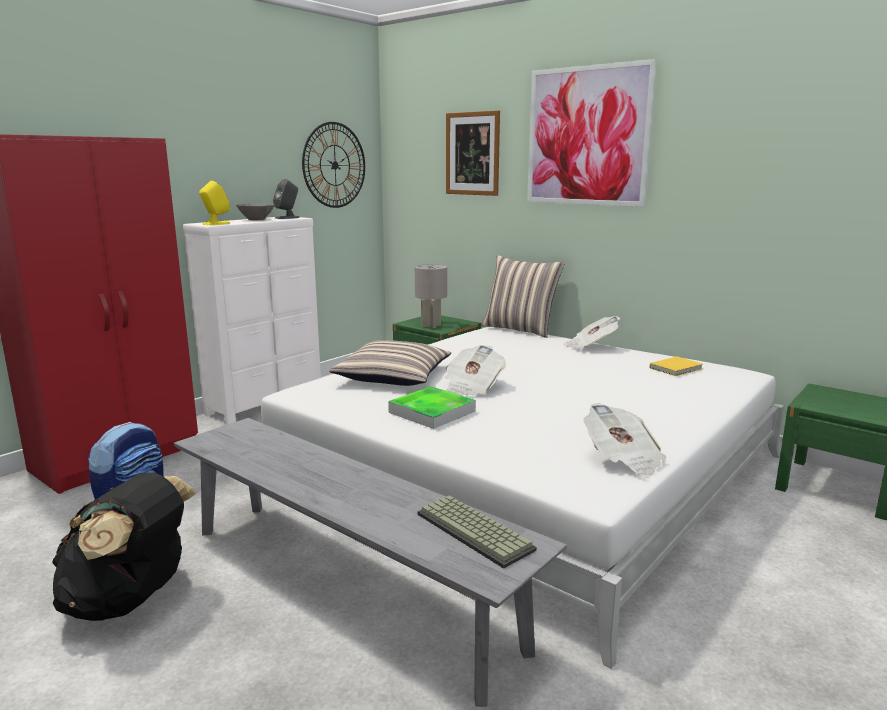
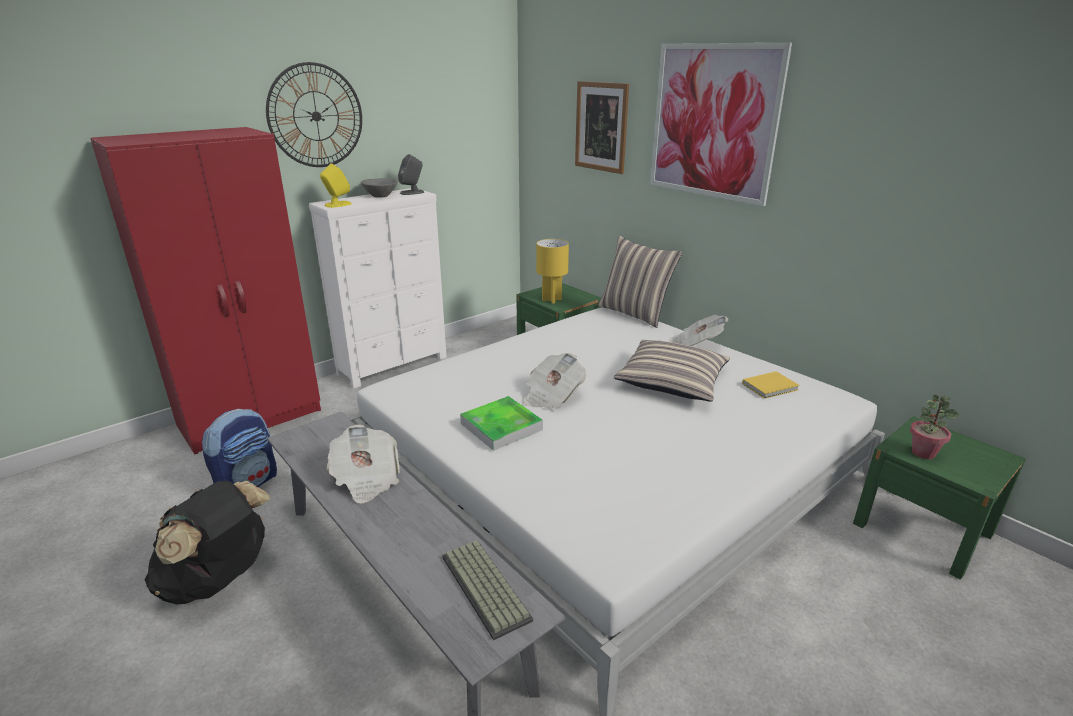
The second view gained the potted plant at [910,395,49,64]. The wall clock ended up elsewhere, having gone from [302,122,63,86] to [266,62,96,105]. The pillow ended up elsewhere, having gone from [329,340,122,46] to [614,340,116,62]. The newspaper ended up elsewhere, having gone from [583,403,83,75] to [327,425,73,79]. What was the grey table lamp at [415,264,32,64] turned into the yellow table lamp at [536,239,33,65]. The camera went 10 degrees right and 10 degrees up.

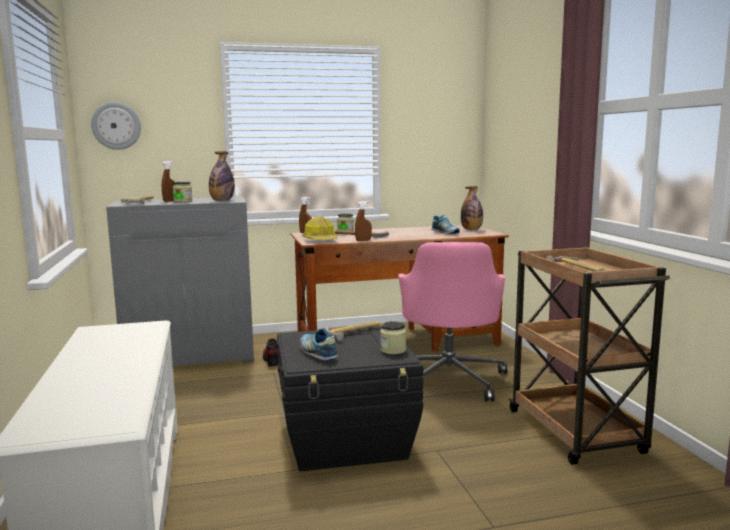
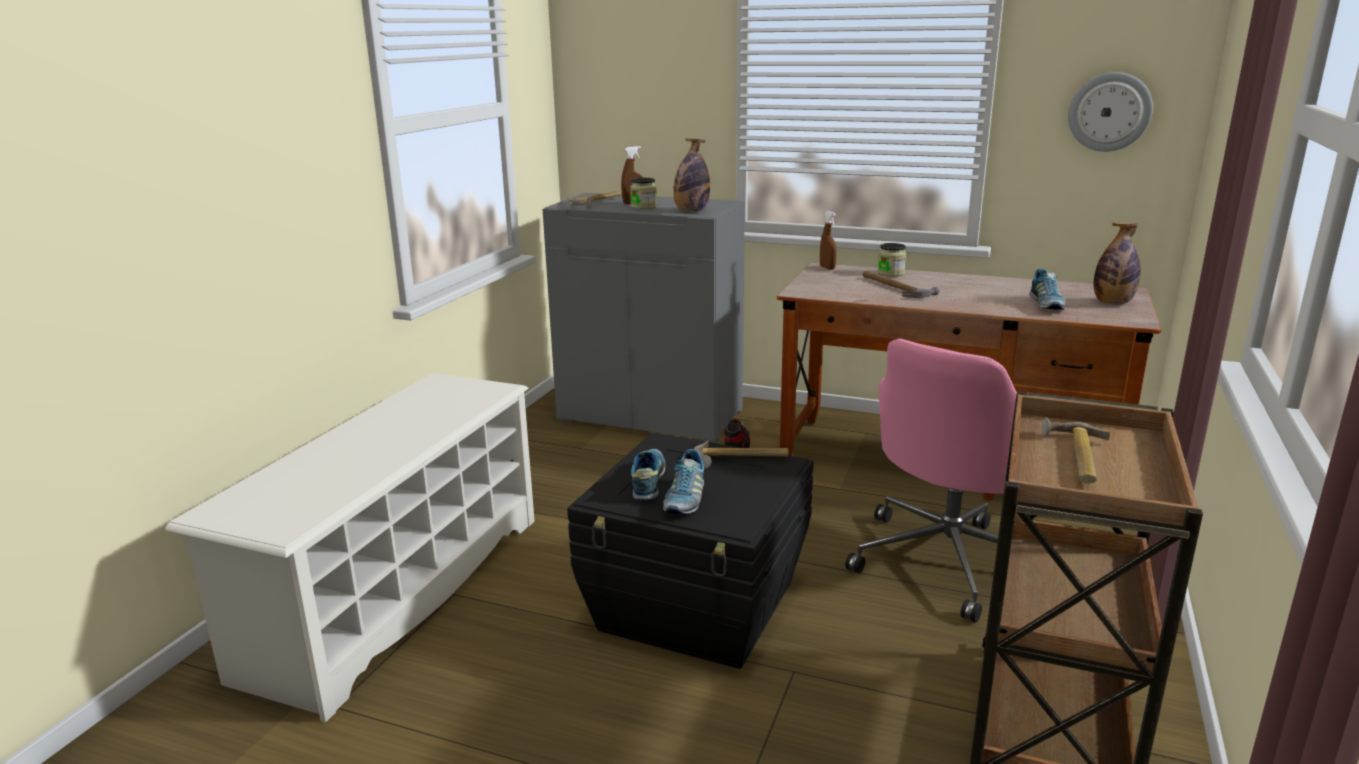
The second view lost the hard hat at [302,216,35,24]. The second view lost the brown spray bottle at [355,201,17,40]. The second view lost the jar at [380,321,26,34]. The second view gained the shoe at [663,449,41,65]. The wall clock ended up elsewhere, having gone from [91,102,50,48] to [1068,72,85,80]. The camera went 35 degrees right and 10 degrees up.

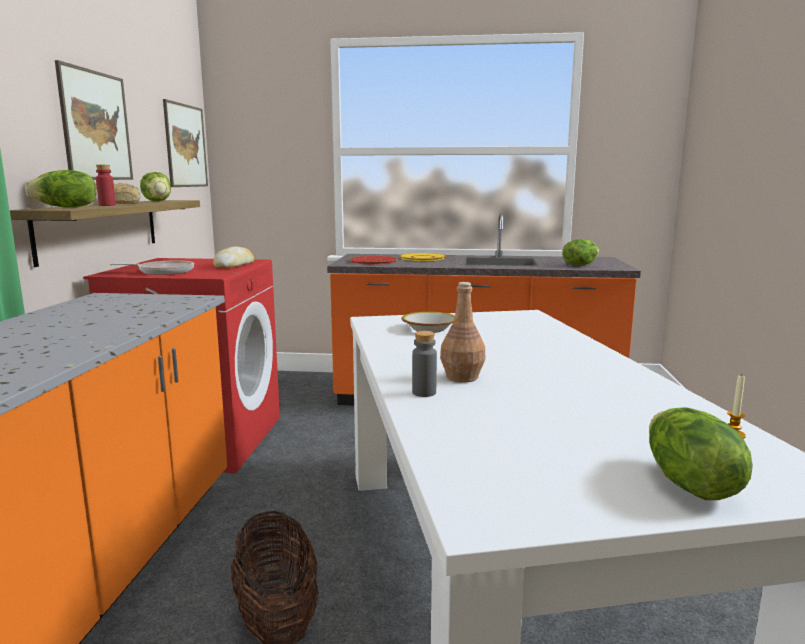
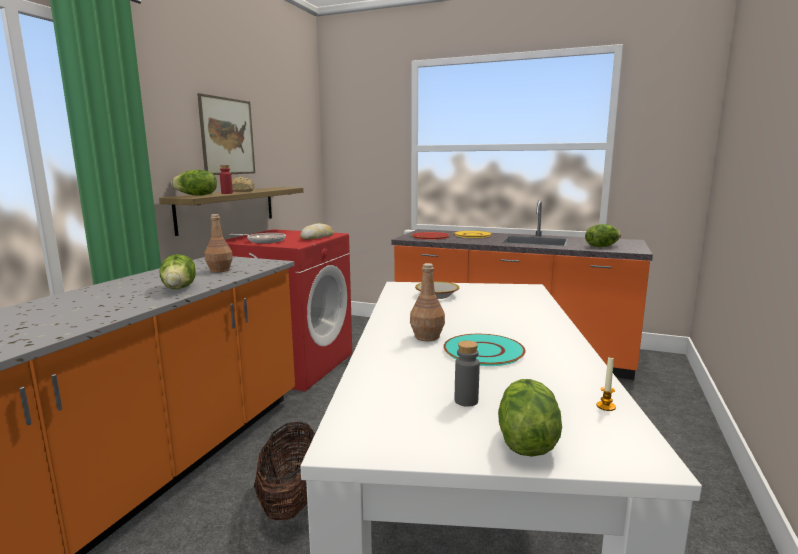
The second view lost the picture at [163,99,45,88]. The second view gained the brown bottle at [205,214,28,59]. The second view gained the turquoise plate at [443,334,83,32]. The lettuce ended up elsewhere, having gone from [140,172,31,30] to [159,254,36,35]. The grey bottle ended up elsewhere, having gone from [412,331,25,66] to [455,341,25,66]. The camera went 15 degrees right and 0 degrees up.

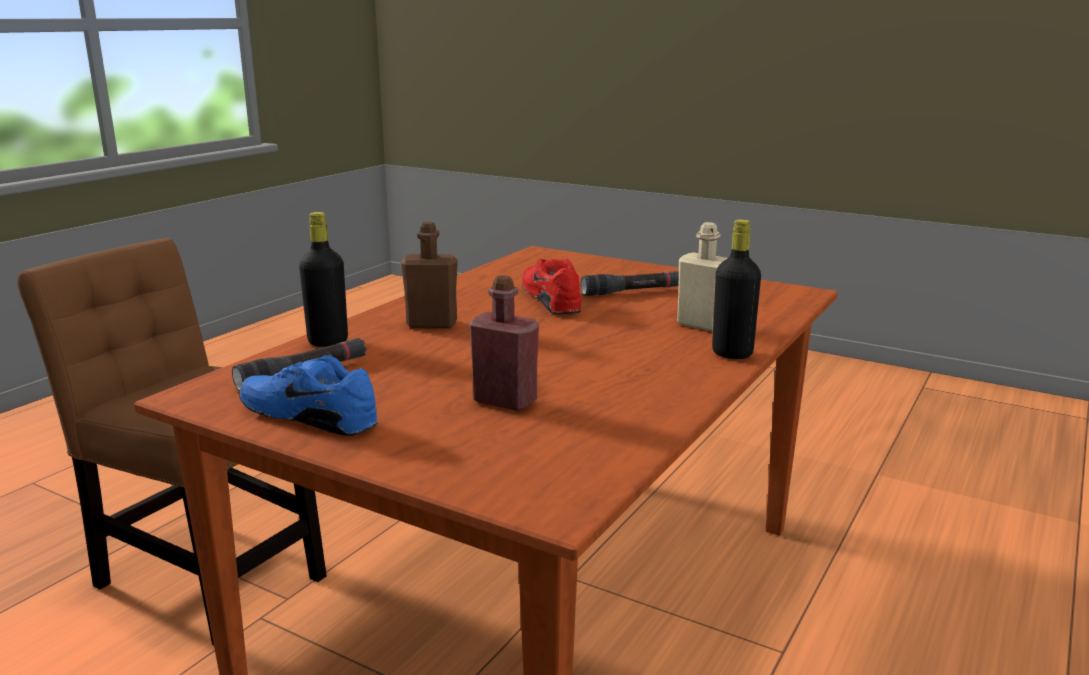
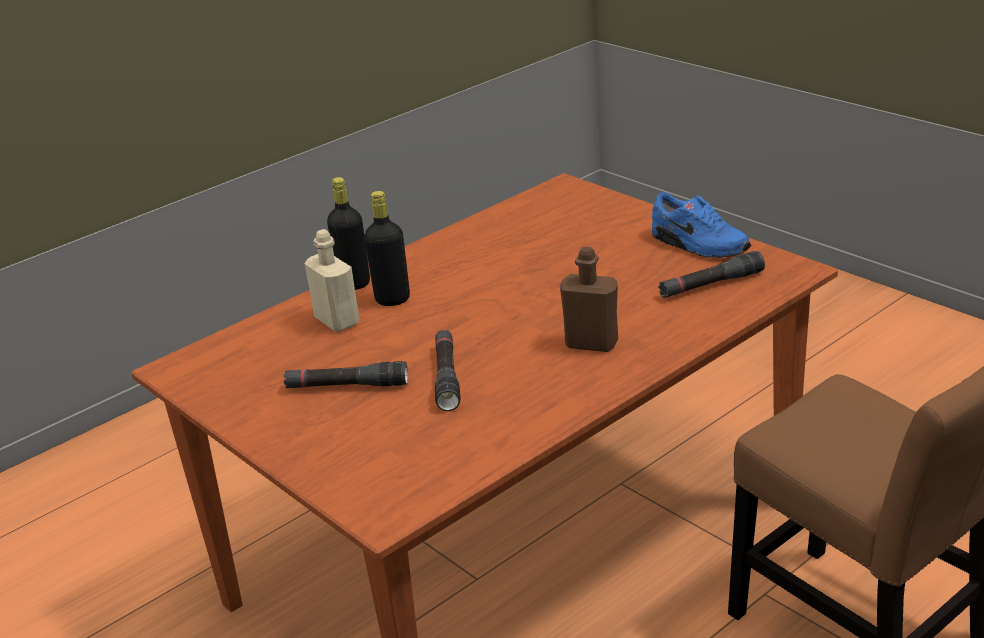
The second view lost the red bottle at [469,275,70,136]. The black bottle ended up elsewhere, having gone from [299,212,49,135] to [364,191,46,115]. Where the red shoe stood at [522,258,59,57], the black flashlight came to stand at [435,330,25,81]. The camera went 160 degrees left and 10 degrees up.

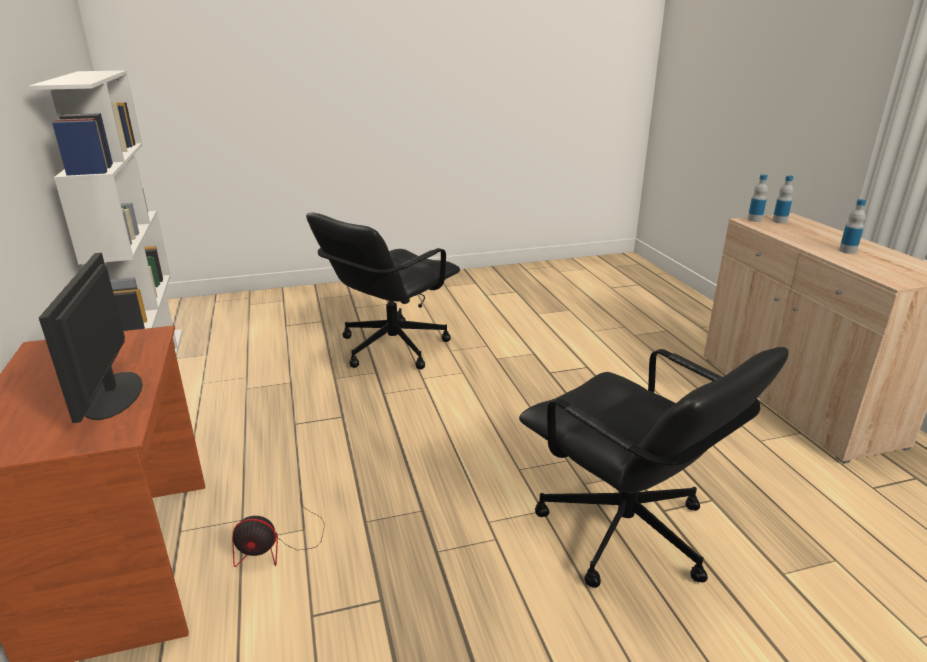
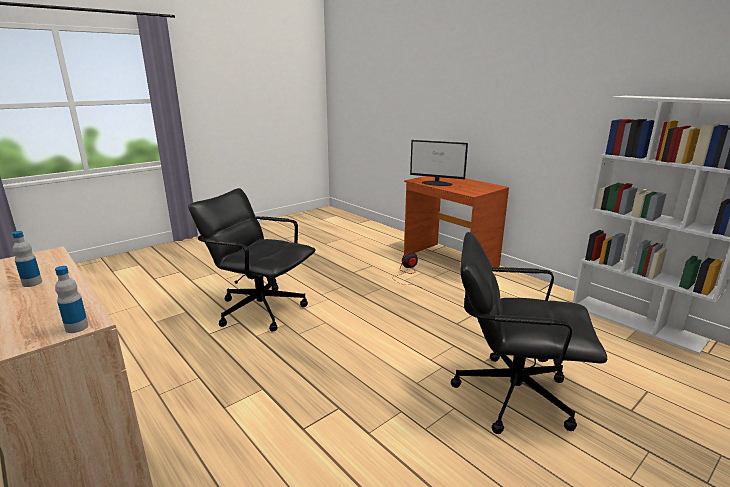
The second view lost the bottle at [772,176,22,47]. The monitor at [39,253,104,170] ended up facing another way, 150 degrees clockwise from before. The black office chair at [306,213,154,157] ended up facing another way, 90 degrees counterclockwise from before. The camera went 155 degrees right and 5 degrees down.

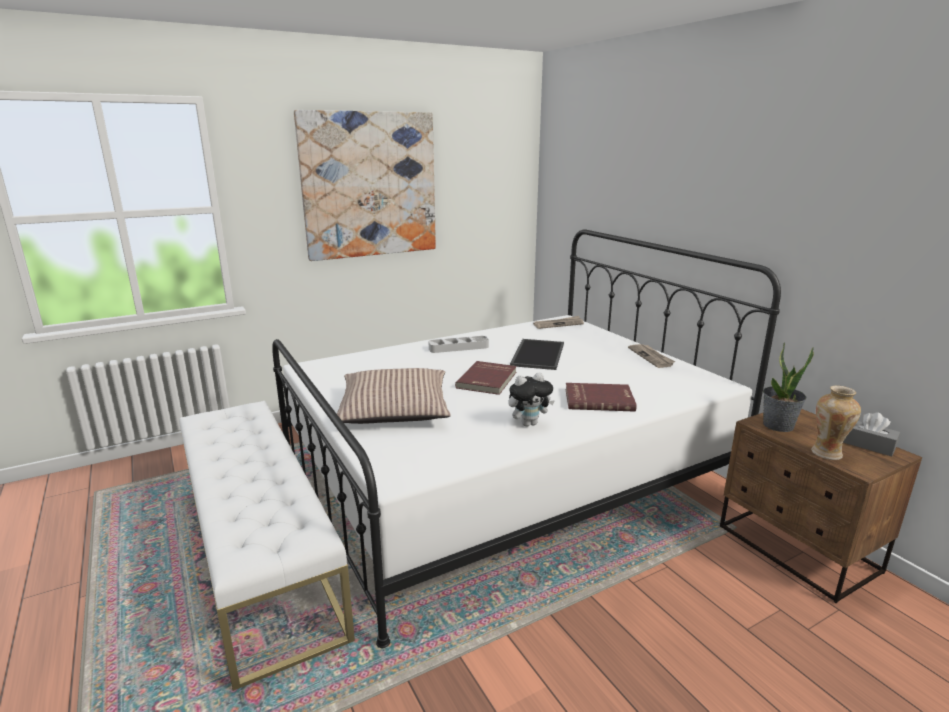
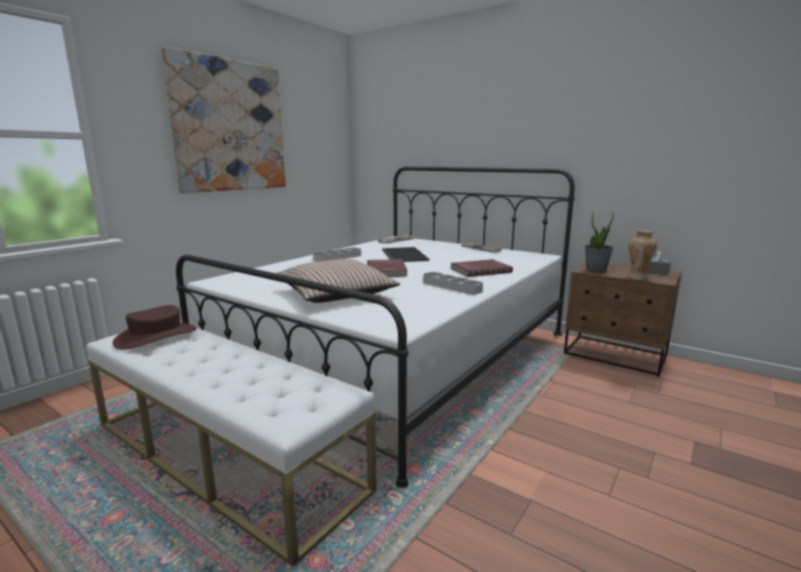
The second view gained the brown hat at [112,305,85,45]. Where the plush toy stood at [508,373,47,53], the grey tray came to stand at [423,272,60,23]. The camera went 25 degrees left and 5 degrees down.

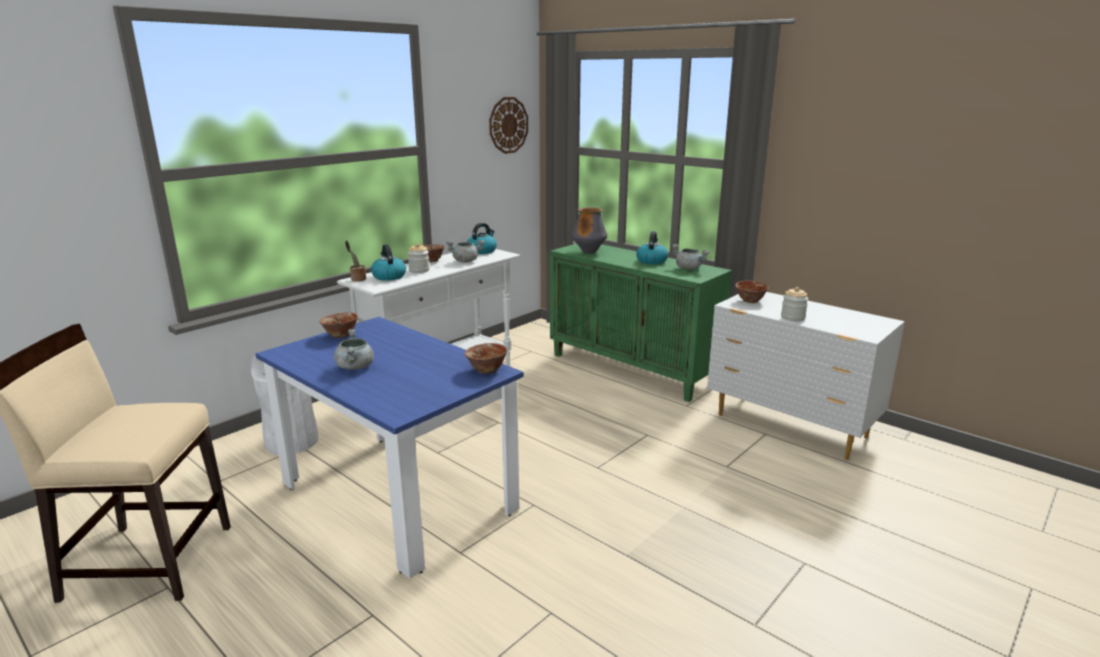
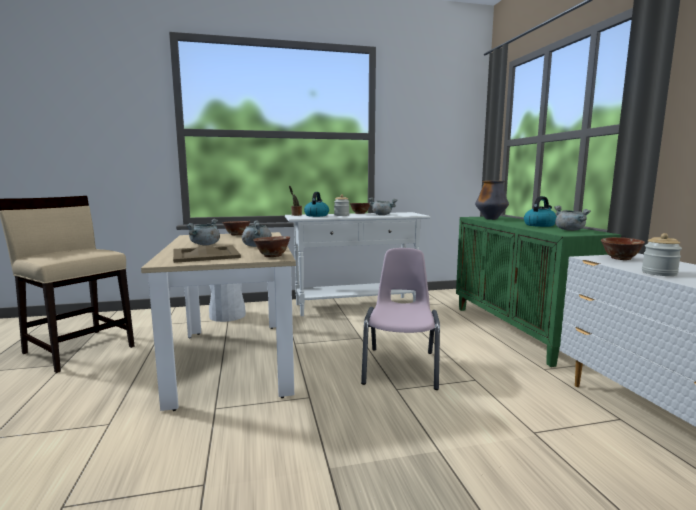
The second view lost the kettle at [467,223,30,31]. The second view lost the wall clock at [489,97,39,57]. The second view gained the beige tray at [173,245,68,18]. The second view gained the grey cooking pot at [242,220,30,27]. The second view gained the pink chair at [361,248,79,142]. What was the blue dining table at [256,317,268,262] turned into the beige dining table at [141,232,155,179]. The camera went 35 degrees right and 10 degrees down.

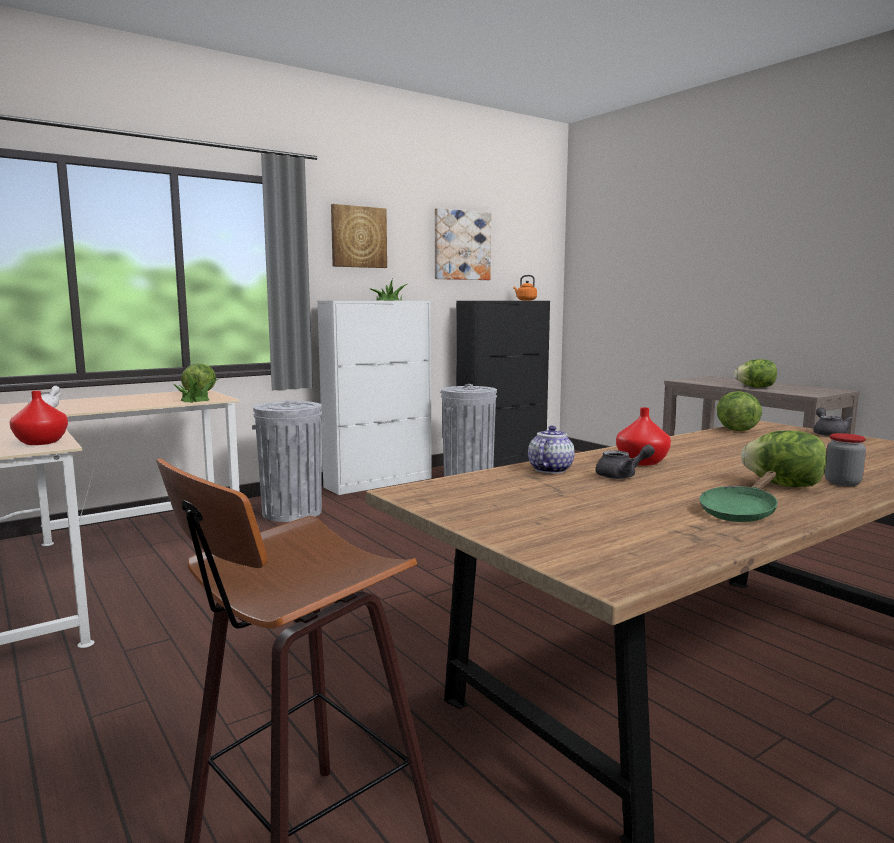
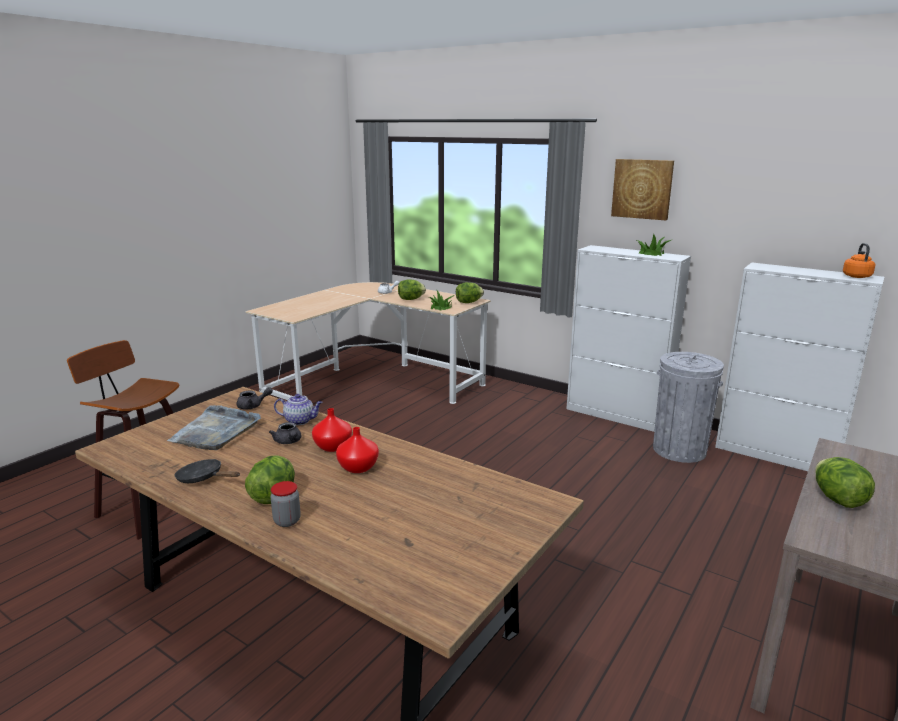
The second view lost the grey trash can at [252,399,73,123]. The second view lost the picture at [435,208,56,72]. The second view gained the grey tray at [167,405,94,45]. The red vase ended up elsewhere, having gone from [10,391,58,54] to [336,427,43,46]. The lettuce ended up elsewhere, having gone from [716,391,46,40] to [398,279,28,21]. The grey teapot ended up elsewhere, having gone from [813,408,40,29] to [237,387,36,23]. What was the black cabinet at [456,301,94,166] turned into the white cabinet at [715,262,169,209]. What was the green frying pan at [699,471,79,51] turned into the black frying pan at [175,459,65,24]. The camera went 70 degrees right and 10 degrees up.

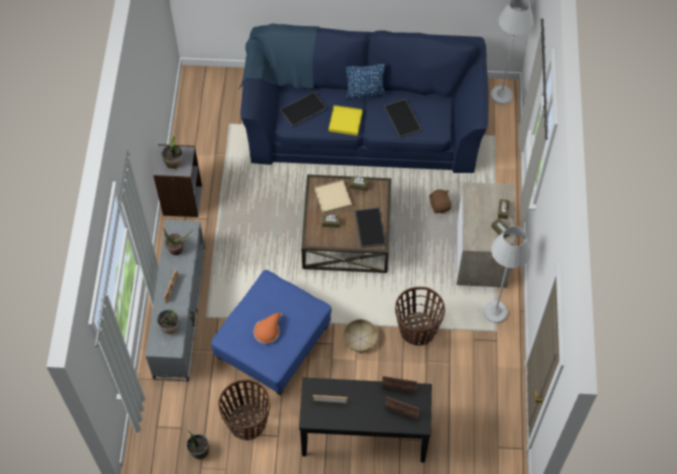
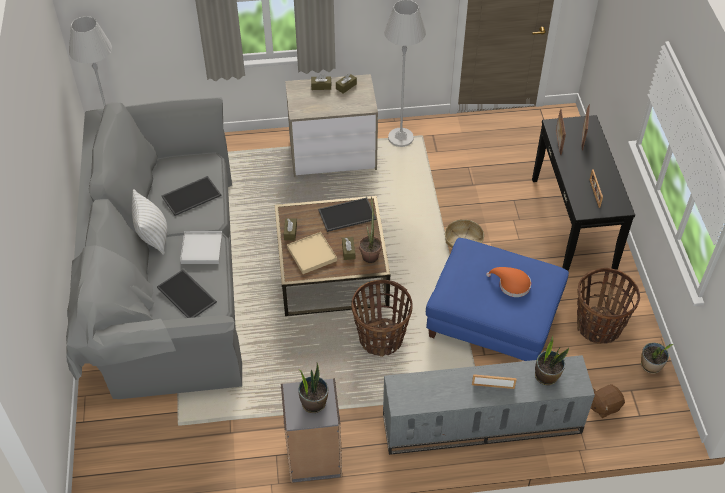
The potted plant ended up elsewhere, having gone from [163,227,30,28] to [359,197,23,66]. The basket ended up elsewhere, having gone from [395,287,50,59] to [351,280,62,77]. The brown plush toy ended up elsewhere, having gone from [429,189,22,24] to [590,384,35,34]. What was the blue sofa at [239,23,250,150] turned into the grey sofa at [66,97,176,302]. What was the yellow tray at [329,105,34,31] turned into the white tray at [180,231,43,33]. What was the blue pillow at [346,64,40,35] turned into the white pillow at [132,190,35,65]. The camera went 100 degrees left and 10 degrees down.

